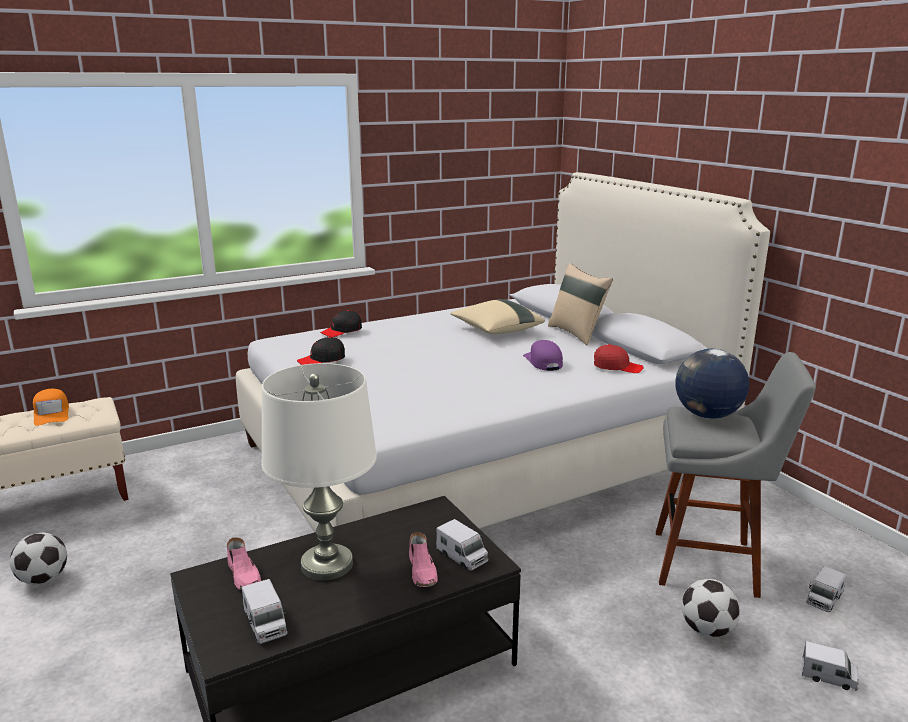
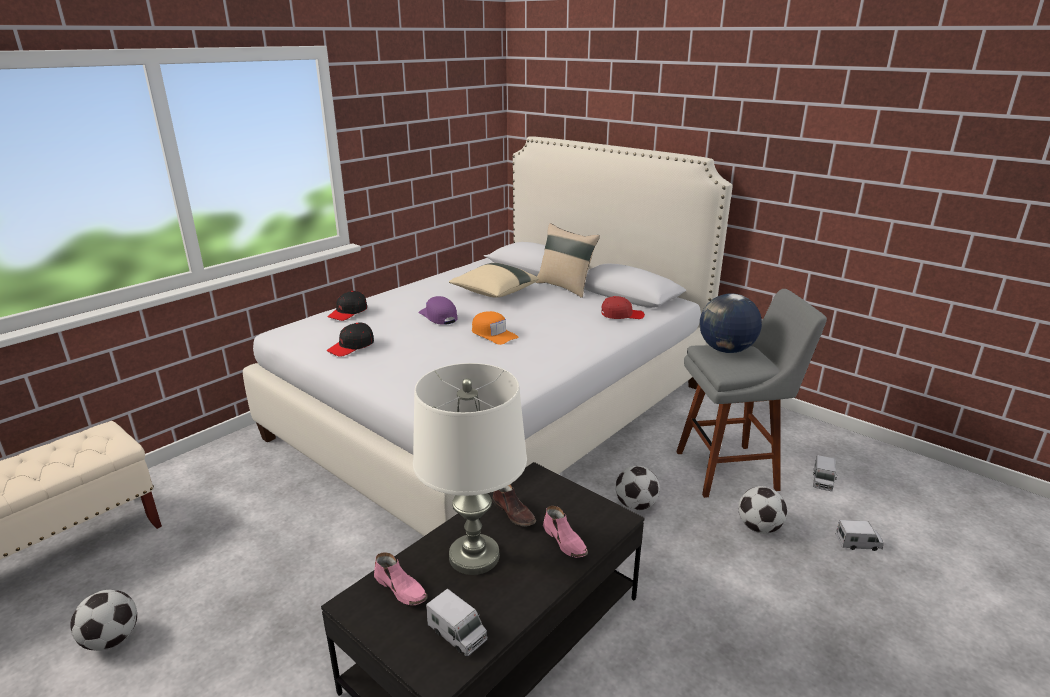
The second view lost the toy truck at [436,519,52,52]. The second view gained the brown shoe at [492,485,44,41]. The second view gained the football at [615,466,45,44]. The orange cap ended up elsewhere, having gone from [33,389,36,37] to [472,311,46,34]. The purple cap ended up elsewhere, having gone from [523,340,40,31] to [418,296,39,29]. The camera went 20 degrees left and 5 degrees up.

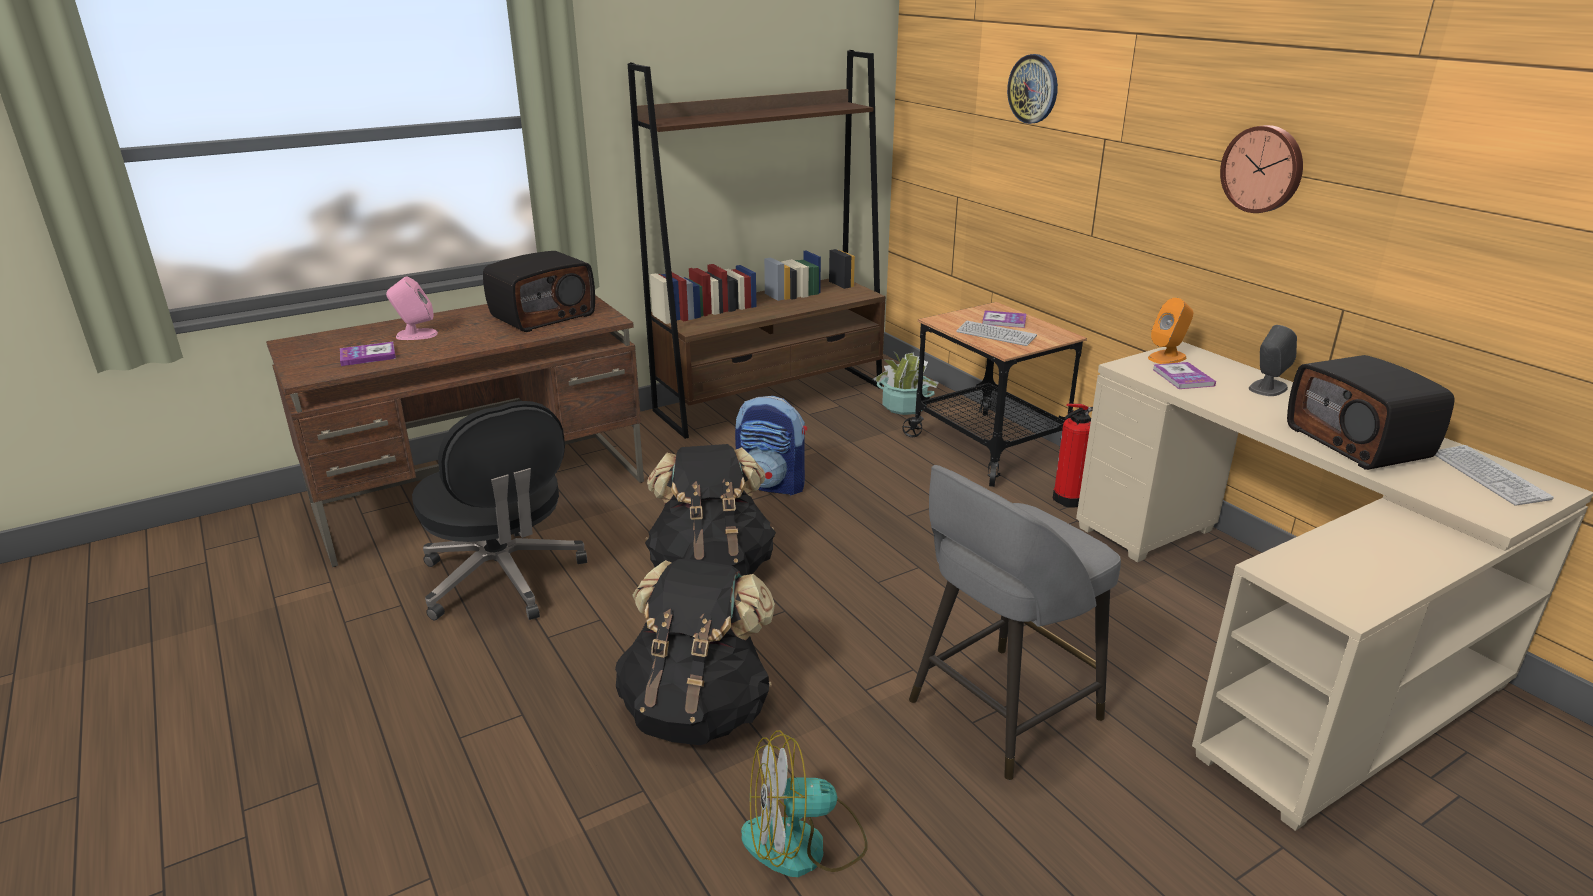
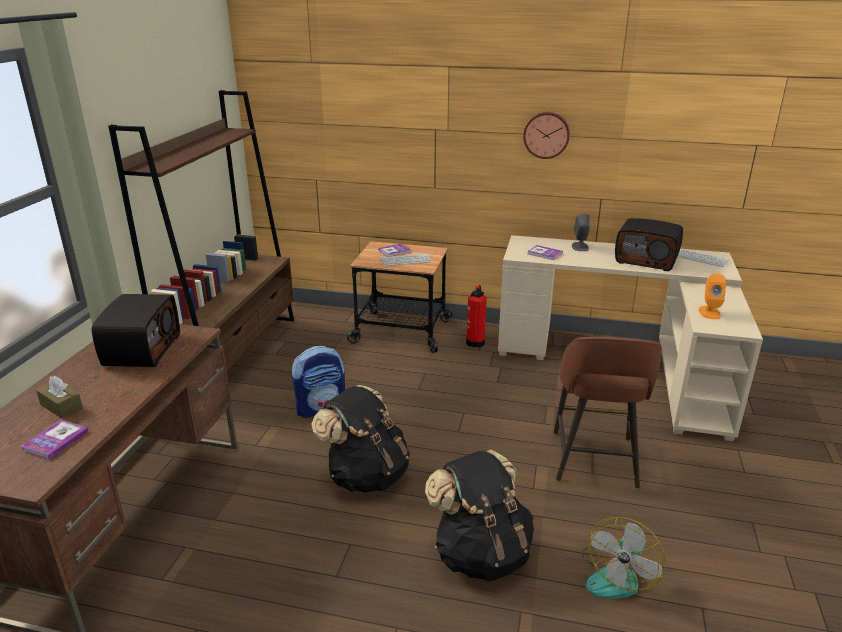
The second view lost the black office chair at [412,401,175,220]. The second view lost the potted plant at [873,352,66,63]. The second view lost the wall clock at [1007,54,51,70]. The orange speaker ended up elsewhere, having gone from [1148,298,45,66] to [699,274,27,45]. Where the pink speaker stood at [386,277,52,63], the brown tissue box came to stand at [36,376,47,43]. What was the grey stool at [909,465,212,315] turned into the brown stool at [554,336,108,152]. The camera went 45 degrees left and 0 degrees up.

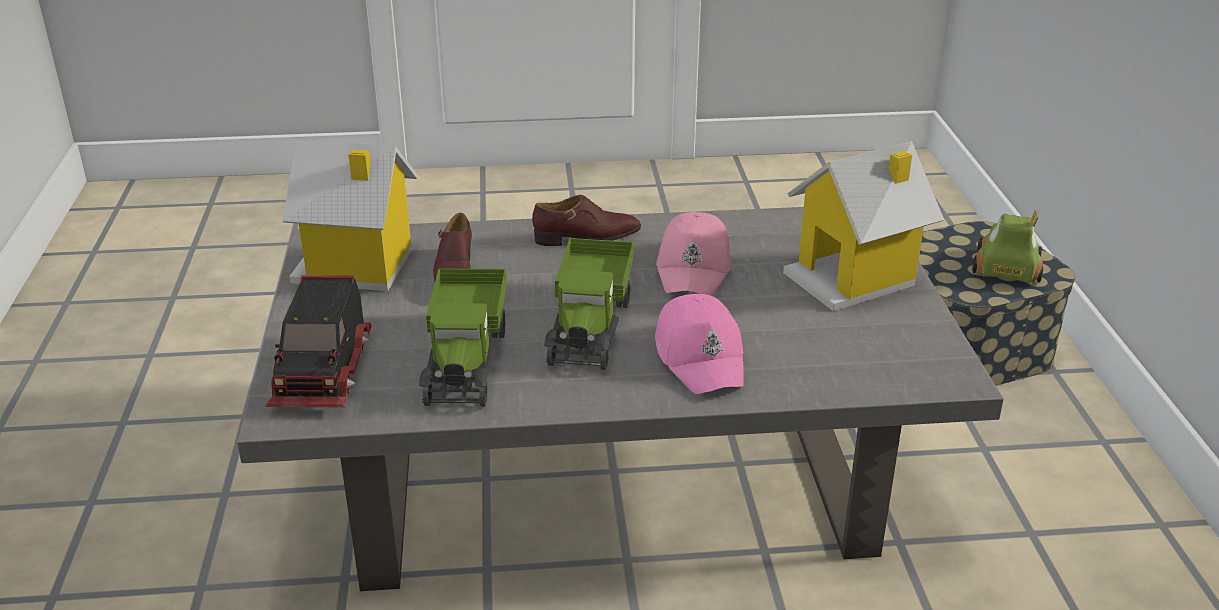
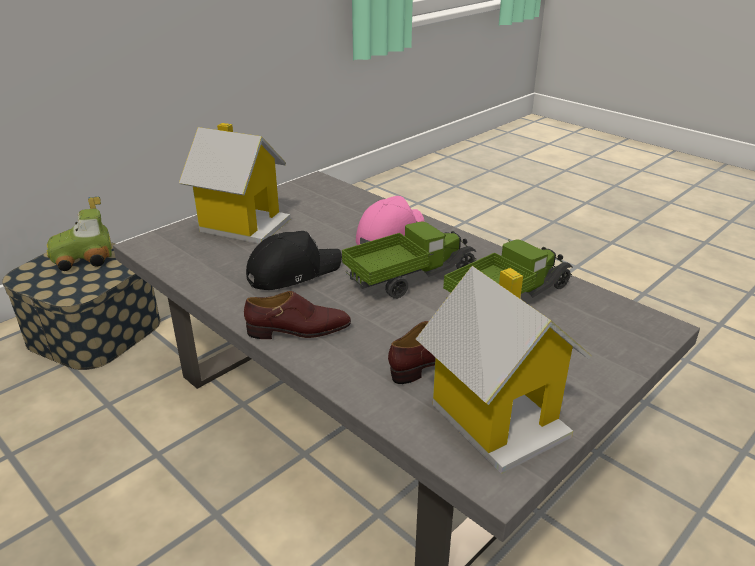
The second view lost the toy truck at [265,275,107,132]. What was the pink cap at [656,212,75,84] turned into the black cap at [246,231,96,59]. The brown shoe at [532,195,109,51] ended up facing another way, 135 degrees clockwise from before. The camera went 130 degrees left and 0 degrees up.

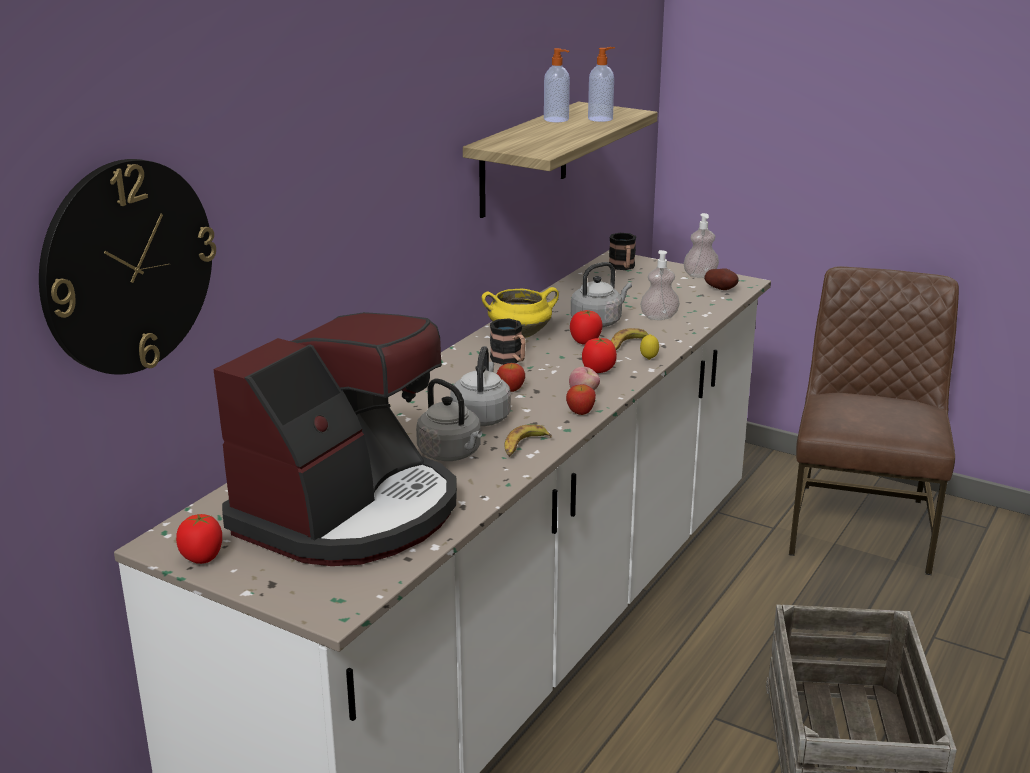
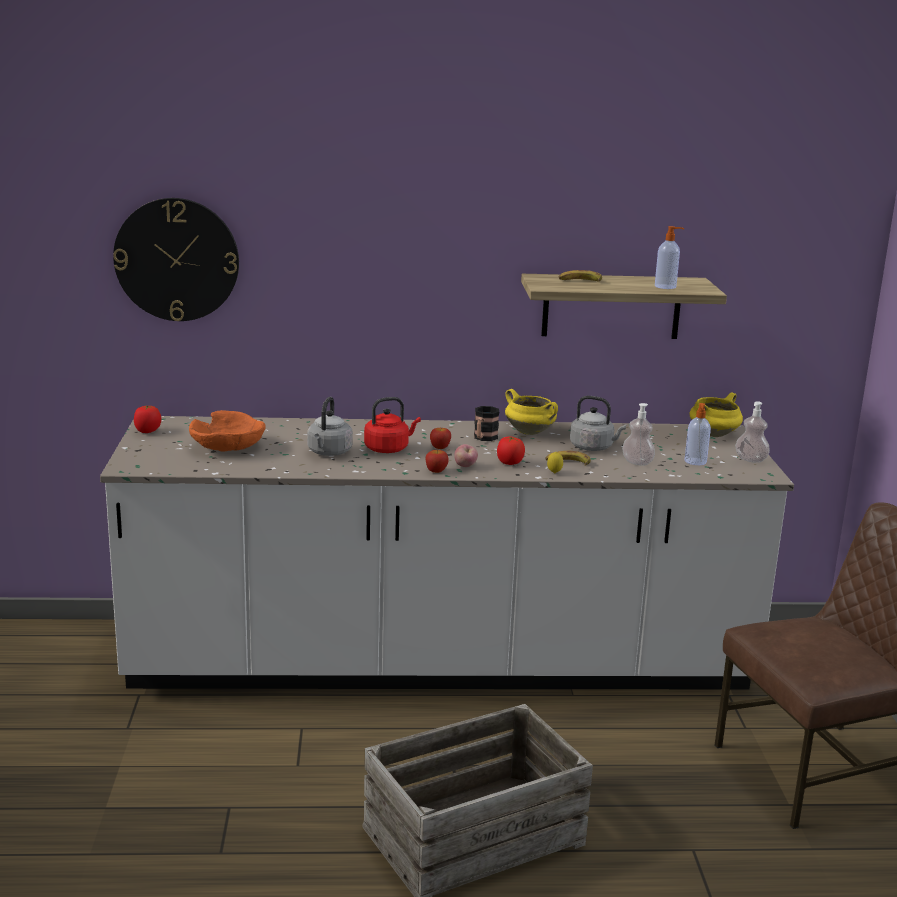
The second view lost the tomato at [570,310,32,35]. The second view lost the potato at [704,268,34,22]. The banana ended up elsewhere, having gone from [505,424,47,33] to [559,270,43,12]. The soap dispenser ended up elsewhere, having gone from [544,48,26,74] to [684,403,27,62]. Where the coffee machine stood at [213,312,244,254], the orange bowl came to stand at [189,410,77,42]. Where the mug stood at [609,233,27,37], the yellow cooking pot came to stand at [689,392,54,45]. What was the grey kettle at [450,346,61,80] turned into the red kettle at [364,397,57,56]. The camera went 55 degrees right and 5 degrees down.

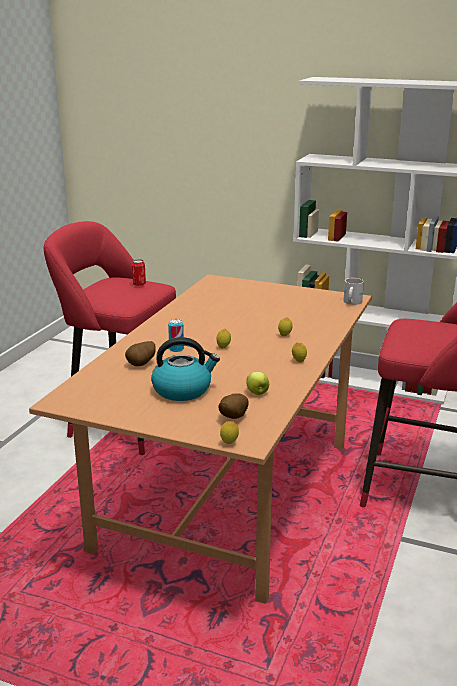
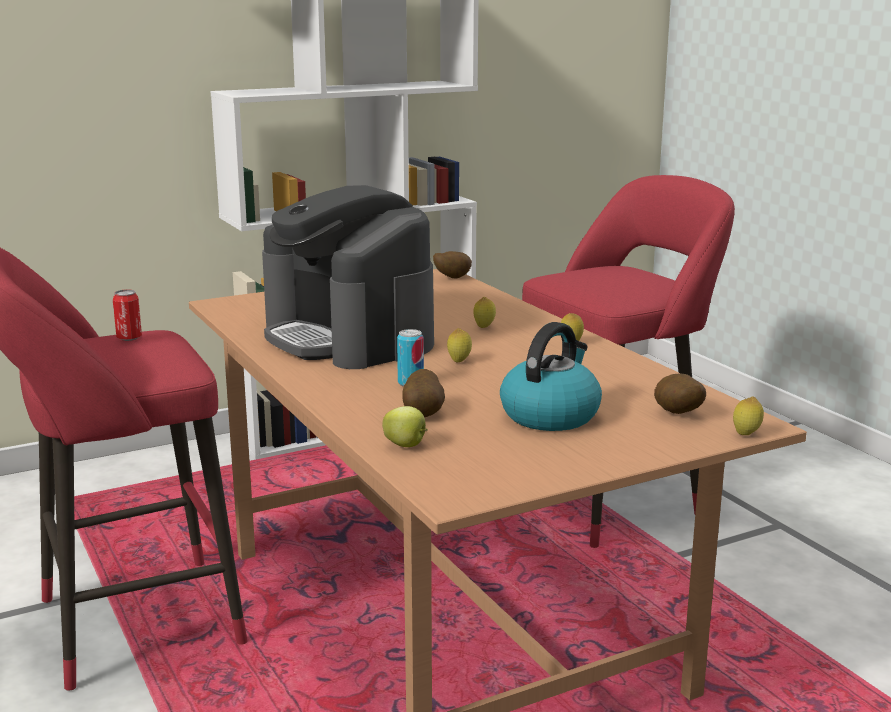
The second view gained the coffee machine at [262,185,172,184]. The apple ended up elsewhere, having gone from [247,372,22,23] to [382,406,46,41]. Where the white mug stood at [343,278,21,27], the potato came to stand at [433,251,39,27]. The camera went 50 degrees left and 5 degrees down.

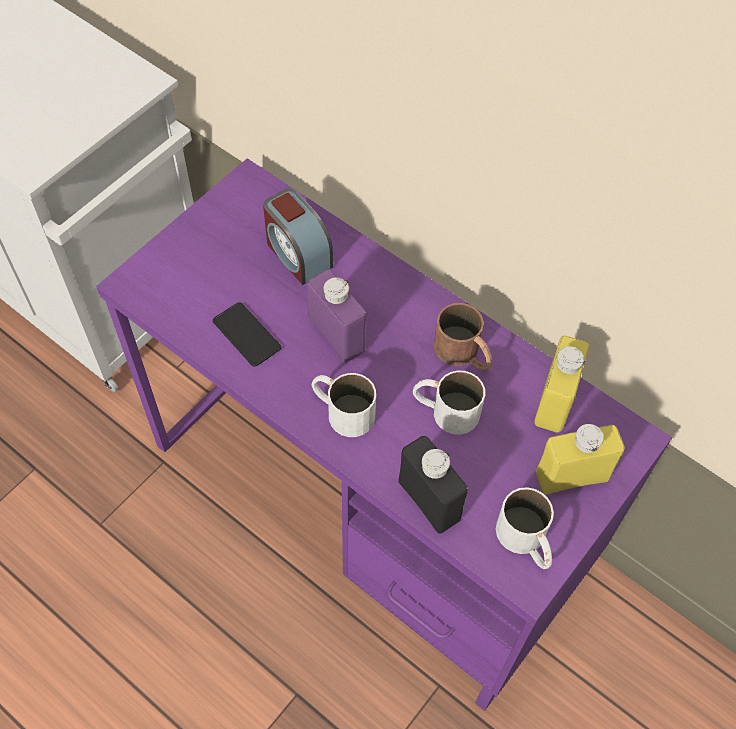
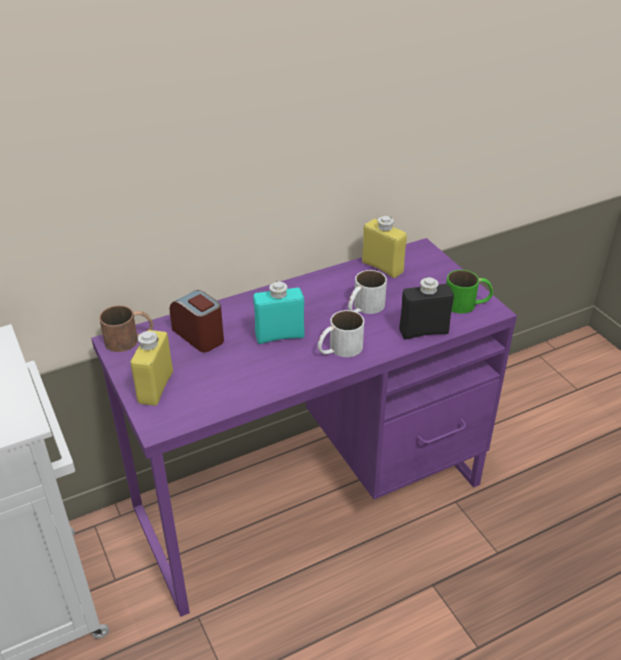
The second view lost the phone at [213,302,68,64]. The brown mug ended up elsewhere, having gone from [434,303,58,67] to [99,305,54,47]. The yellow bottle ended up elsewhere, having gone from [536,424,89,71] to [130,330,43,76]. What was the purple bottle at [307,270,59,93] turned into the turquoise bottle at [253,281,51,63]. What was the white mug at [496,487,58,82] turned into the green mug at [446,270,47,43]. The alarm clock at [263,189,70,96] ended up facing another way, 120 degrees counterclockwise from before. The camera went 65 degrees left and 20 degrees down.

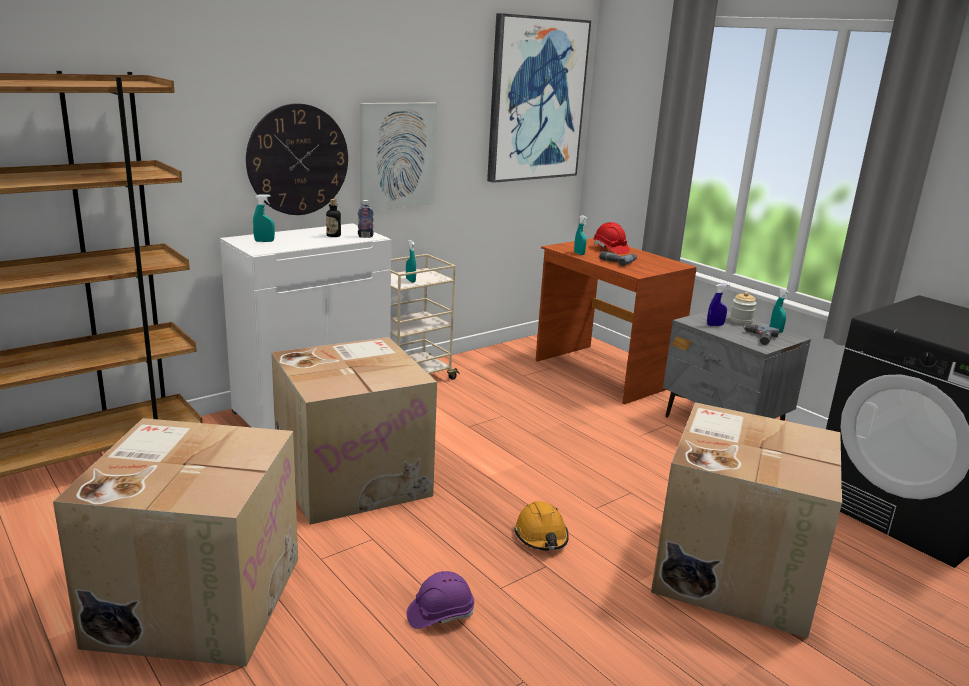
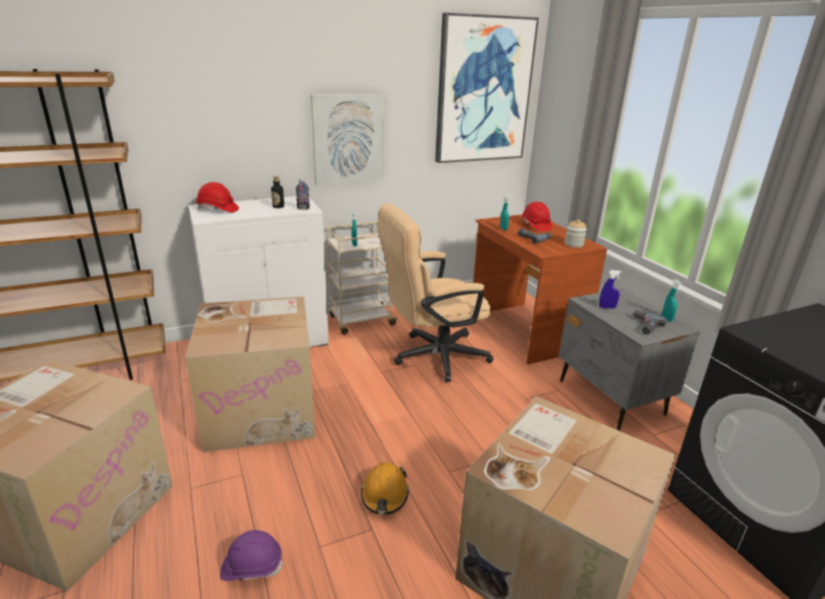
The second view lost the wall clock at [246,103,102,112]. The second view gained the beige office chair at [378,203,116,179]. The jar ended up elsewhere, having gone from [730,292,27,33] to [565,220,22,28]. Where the turquoise spray bottle stood at [253,194,22,48], the red hard hat came to stand at [196,182,43,31]. The camera went 15 degrees right and 5 degrees up.

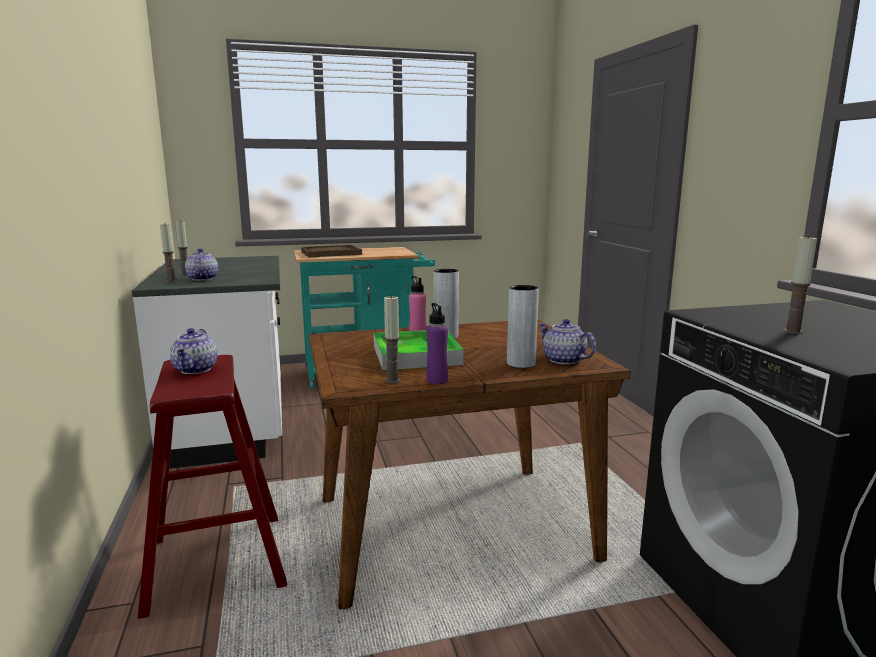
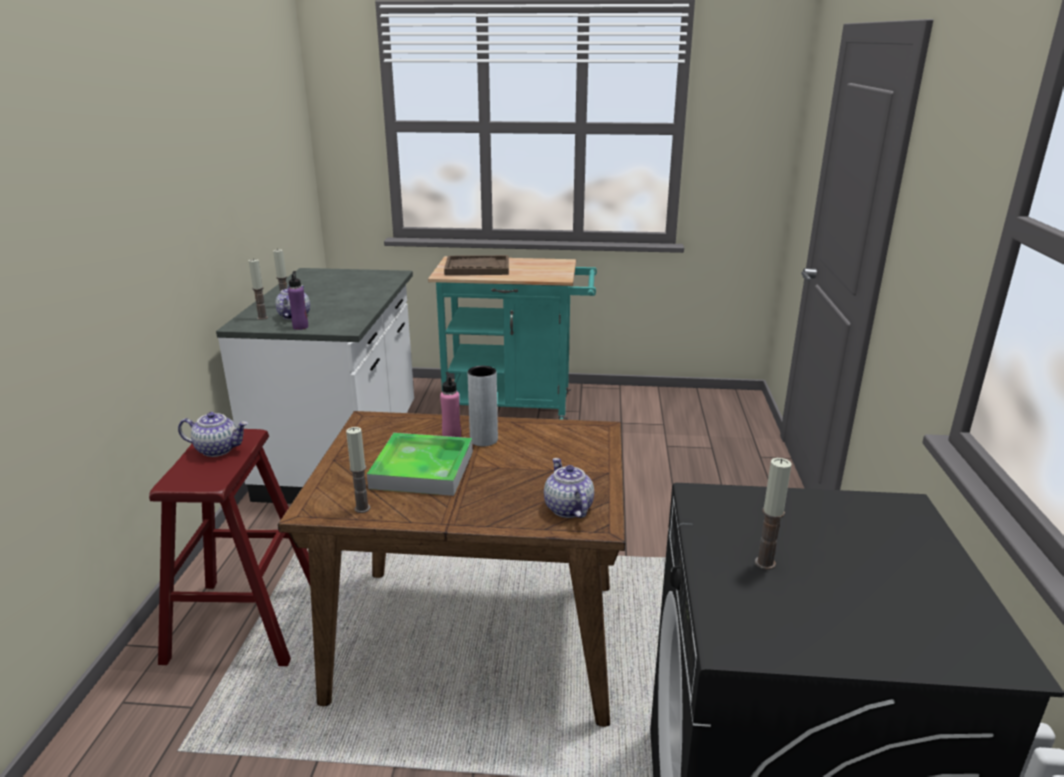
The second view lost the grey vase at [507,285,32,83]. The purple bottle ended up elsewhere, having gone from [427,303,21,81] to [288,271,20,59]. The teapot at [170,328,47,46] ended up facing another way, 105 degrees counterclockwise from before. The camera went 20 degrees right and 10 degrees up.

